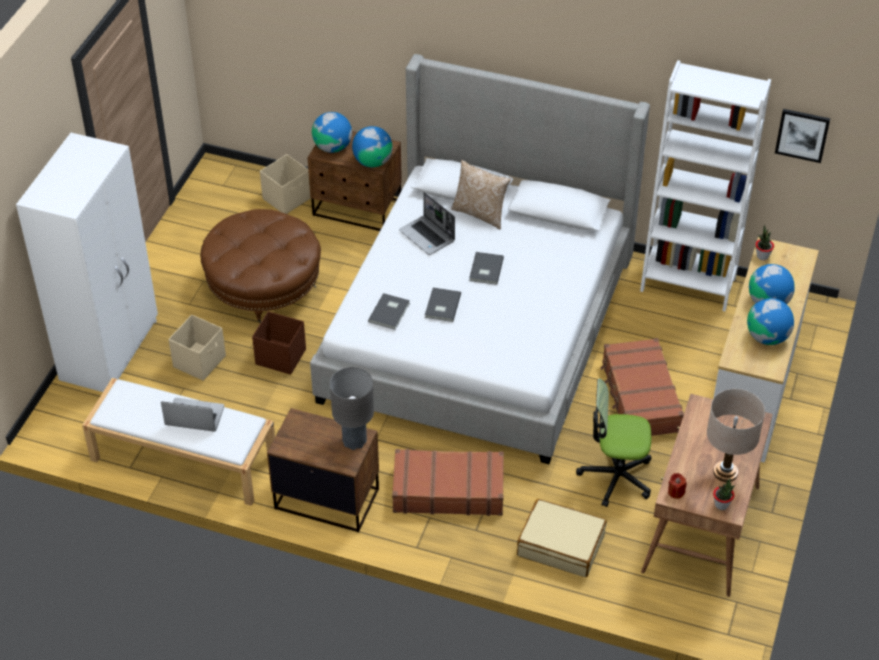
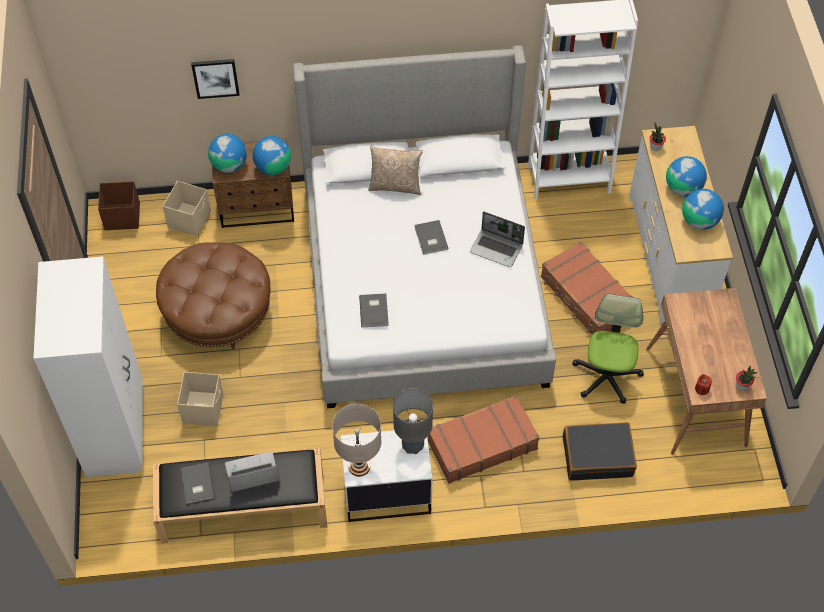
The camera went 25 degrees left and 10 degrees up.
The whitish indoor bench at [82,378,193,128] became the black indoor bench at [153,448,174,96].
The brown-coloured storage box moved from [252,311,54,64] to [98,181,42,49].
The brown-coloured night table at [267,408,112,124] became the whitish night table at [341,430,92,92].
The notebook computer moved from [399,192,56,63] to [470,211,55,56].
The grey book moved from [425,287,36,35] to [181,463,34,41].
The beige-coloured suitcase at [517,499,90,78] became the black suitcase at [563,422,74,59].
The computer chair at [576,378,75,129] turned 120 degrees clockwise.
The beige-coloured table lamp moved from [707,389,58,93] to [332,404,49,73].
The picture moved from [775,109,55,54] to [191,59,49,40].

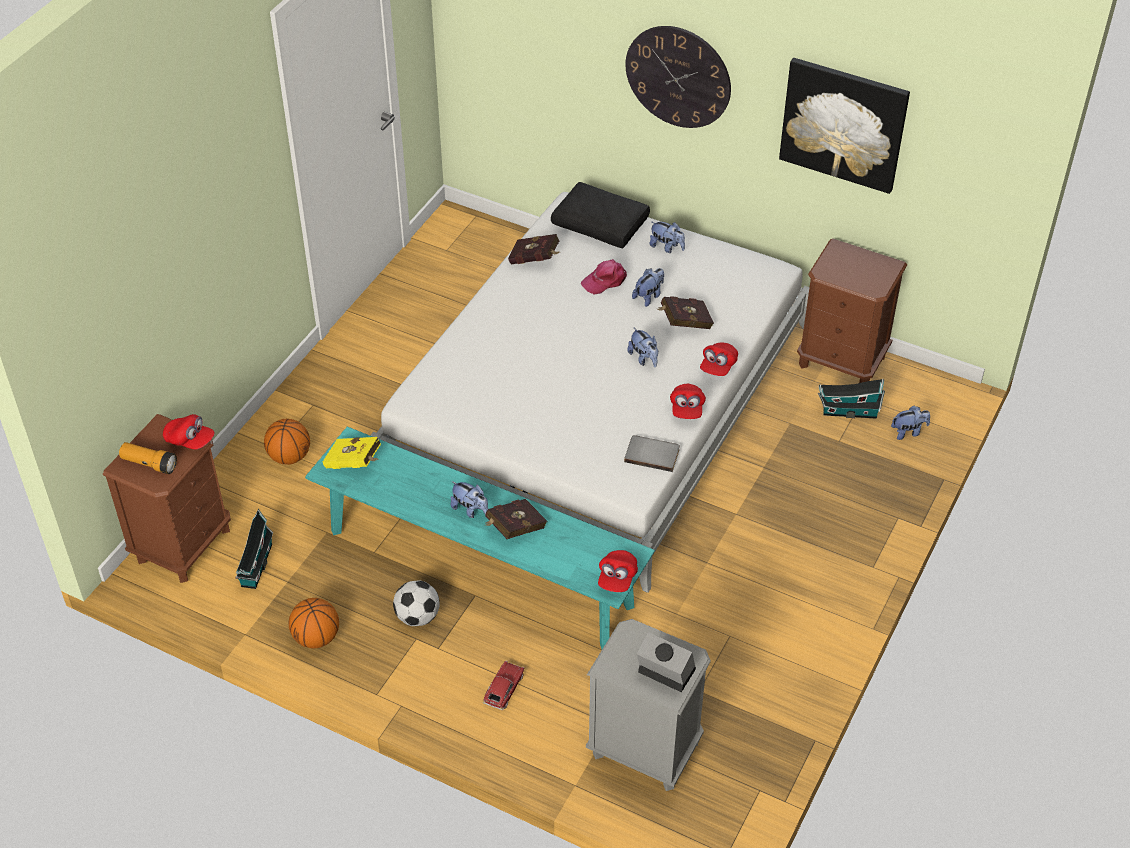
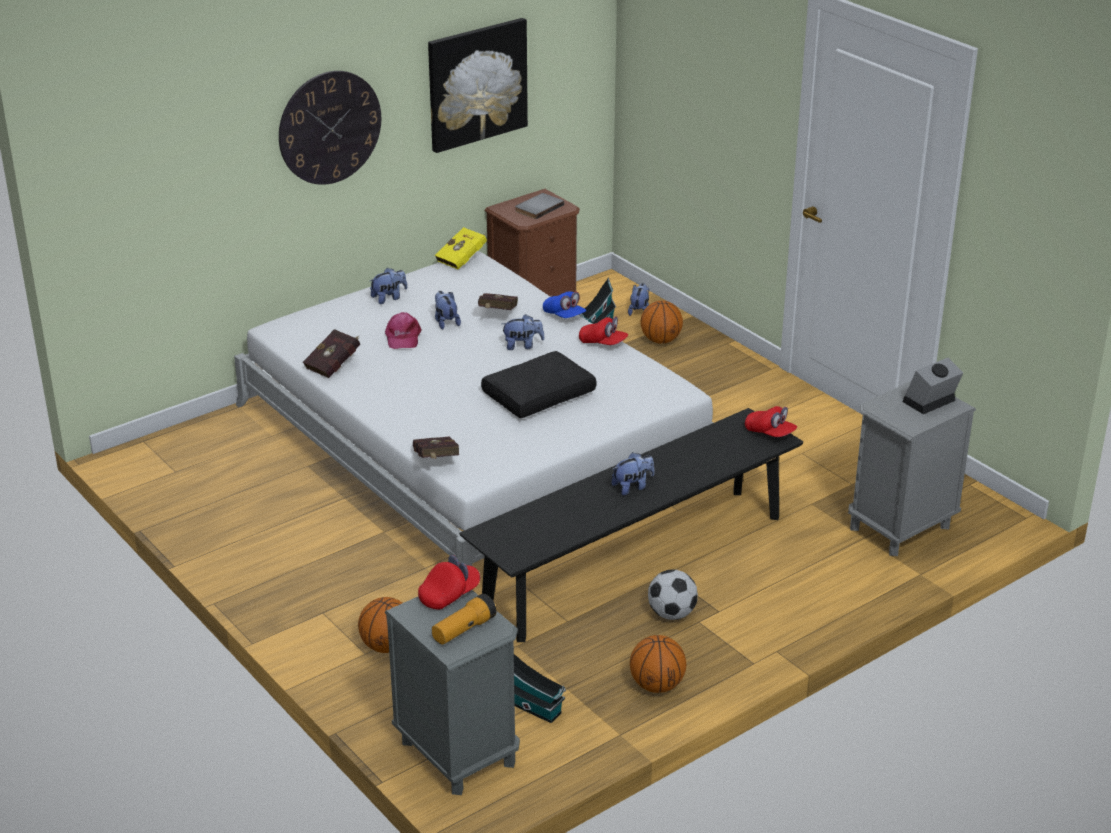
The camera went 65 degrees left and 15 degrees down.
The brown-coloured night table at [103,414,128,169] became the grey night table at [385,590,135,205].
The turquoise indoor bench at [305,427,350,222] became the black indoor bench at [459,408,344,234].
The yellow-coloured book moved from [323,437,58,32] to [435,227,52,42].
The model car at [483,661,41,49] disappeared.
The red book moved from [485,499,62,40] to [413,436,46,23].
The black throw pillow moved from [551,182,99,66] to [481,351,115,67].
The grey book moved from [624,435,56,37] to [515,193,49,26].
The red peaked cap at [700,343,38,33] became the bluish peaked cap at [543,291,43,27].
The ball for basketball at [641,301,42,43] appeared.

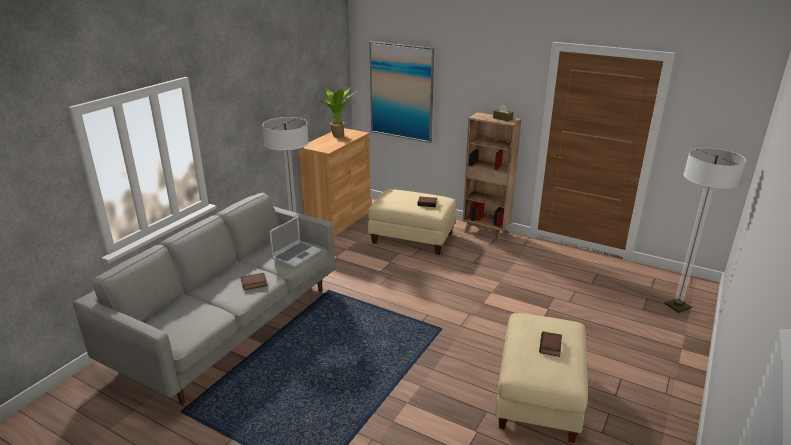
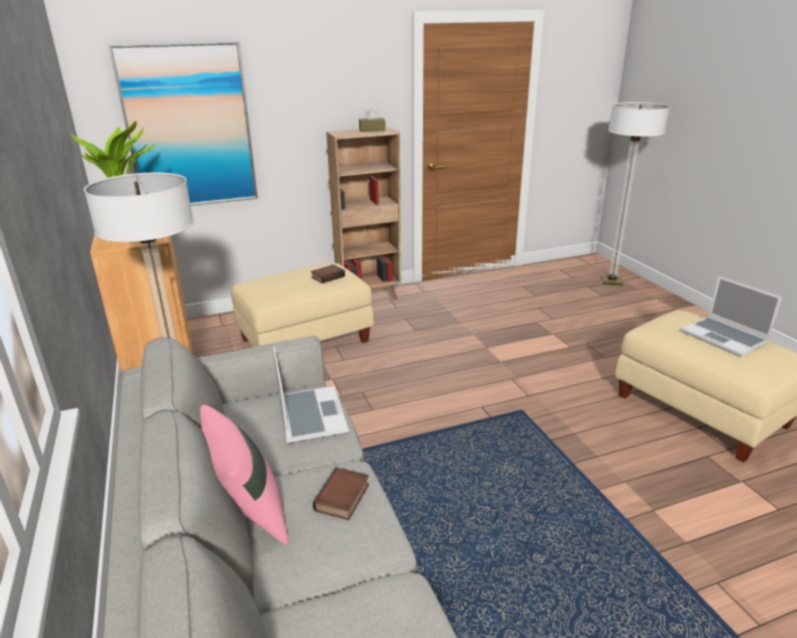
The camera went 50 degrees left and 0 degrees up.
The book at [539,331,23,26] was replaced by the notebook computer at [682,276,100,81].
The pinkish throw pillow at [200,405,88,140] appeared.

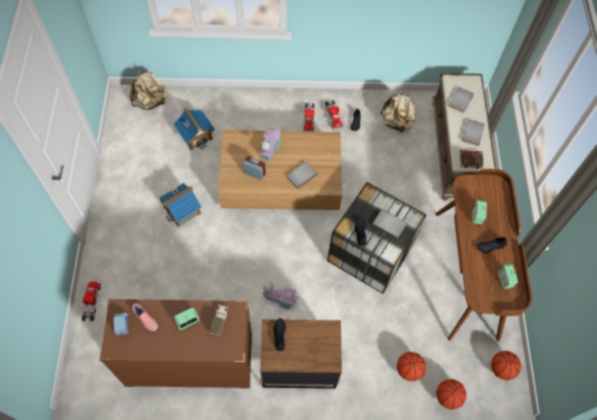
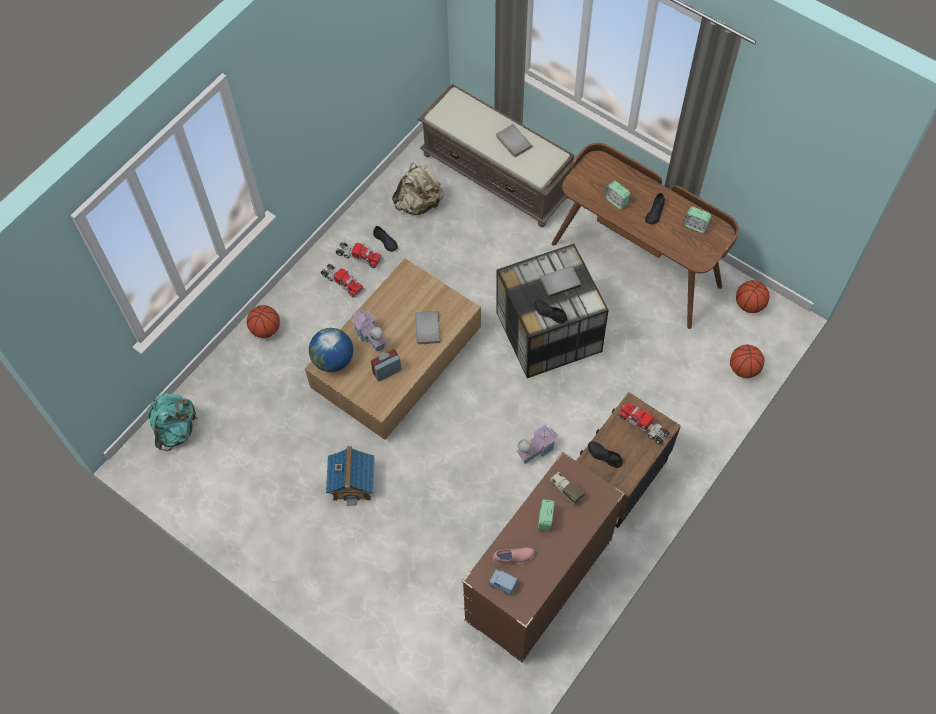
The camera went 50 degrees left and 0 degrees up.
The toy truck moved from [82,281,19,41] to [618,402,53,43].
The beige-coloured knapsack at [129,69,39,41] became the turquoise knapsack at [147,393,51,58].
The model house at [174,107,41,43] disappeared.
The ball for basketball moved from [397,352,29,29] to [247,305,33,33].
The grey book at [448,87,26,26] disappeared.
The brown-coloured book at [460,150,24,19] disappeared.
The world globe at [309,328,44,44] appeared.

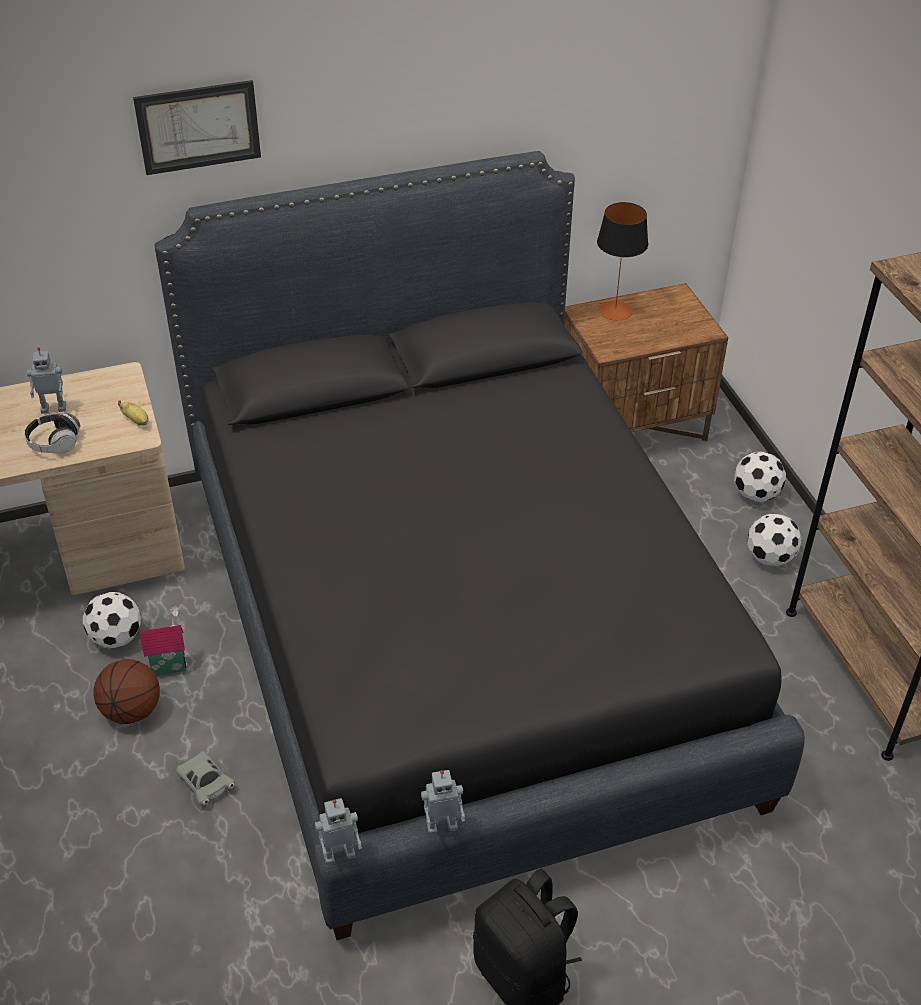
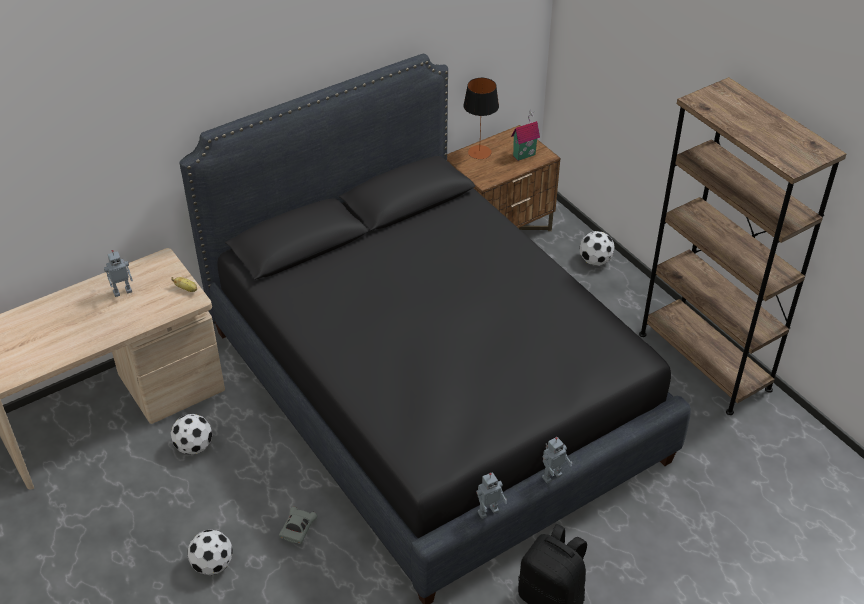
The camera went 15 degrees left and 0 degrees up.
The headphones at [24,413,56,40] disappeared.
The ball for basketball at [93,659,67,65] disappeared.
The picture at [133,80,128,95] disappeared.
The model house moved from [140,604,48,72] to [511,110,29,51].
The grey model car at [176,751,59,55] turned 105 degrees counterclockwise.
The toy robot moved from [315,798,47,67] to [542,437,30,47].
The football moved from [747,514,55,52] to [187,530,46,45].

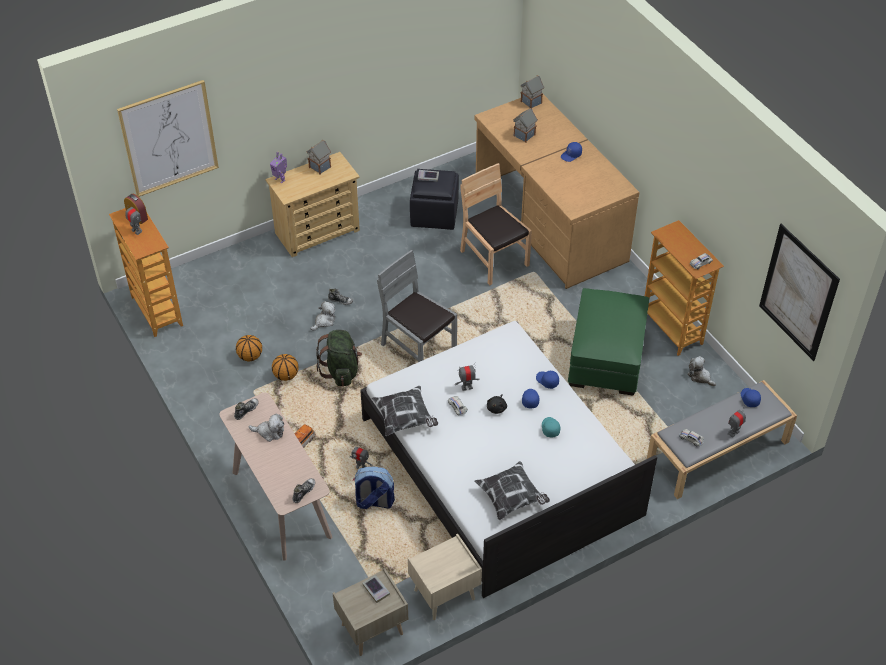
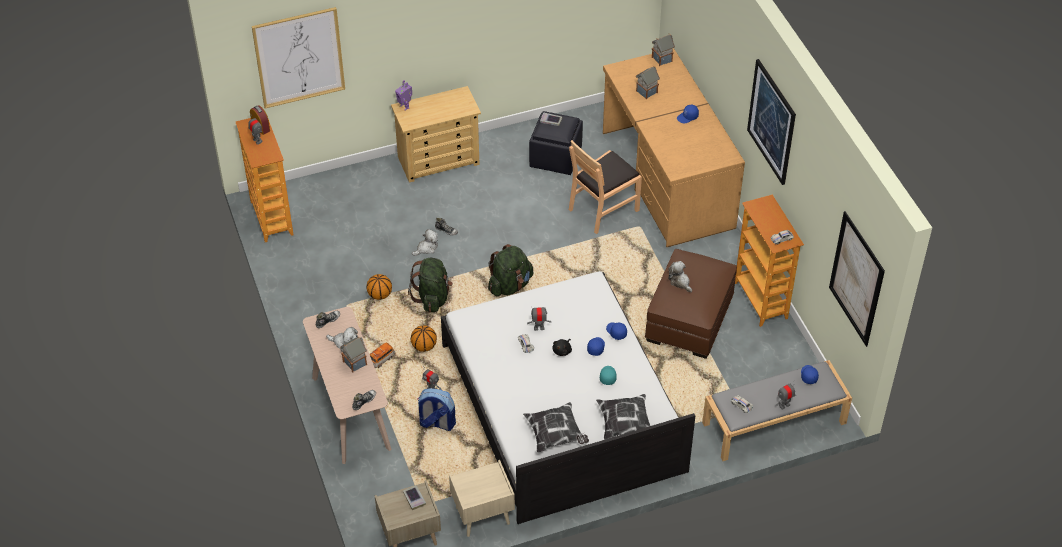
The camera went 10 degrees right and 0 degrees up.
The ball for basketball moved from [236,335,26,26] to [411,325,26,27].
The model house moved from [307,140,24,35] to [340,337,27,36].
The throw pillow moved from [372,386,66,50] to [596,394,54,45].
The grey plain chair at [377,250,80,112] was replaced by the green-coloured knapsack at [488,244,45,52].
The brown-coloured plain chair at [460,163,72,122] turned 105 degrees counterclockwise.
The green-coloured ottoman at [568,288,81,108] became the brown-coloured ottoman at [645,249,92,110].
The soft toy moved from [688,356,28,30] to [668,261,24,31].
The picture at [747,59,49,126] appeared.

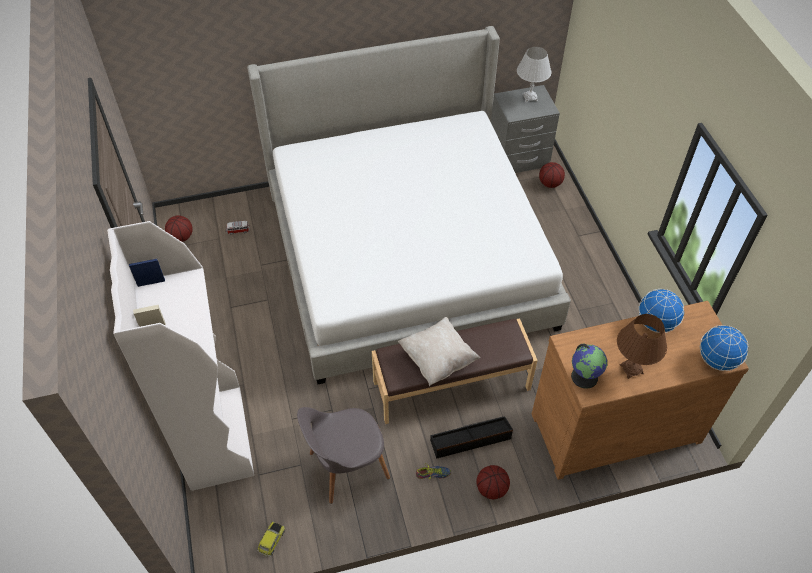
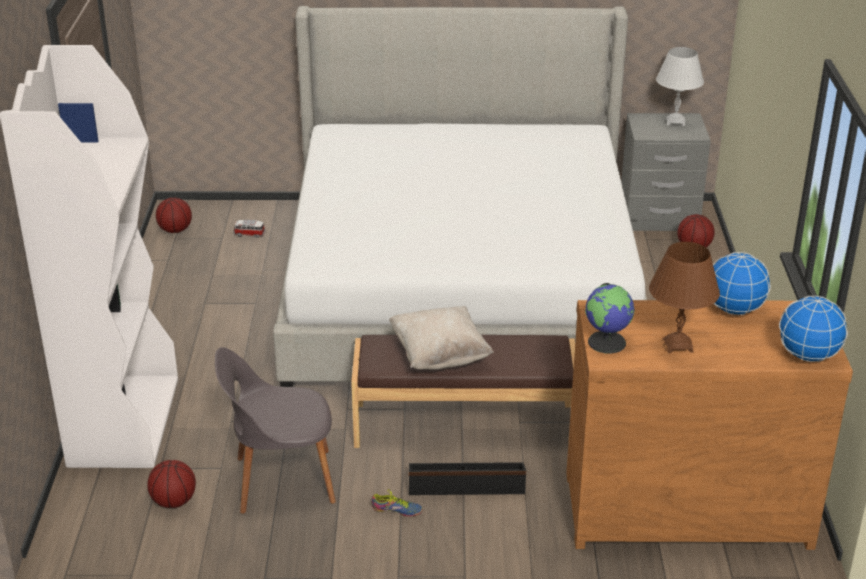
The camera went 15 degrees right and 20 degrees down.
The model car at [257,521,28,35] disappeared.
The ball for basketball moved from [476,465,34,34] to [147,460,49,48].

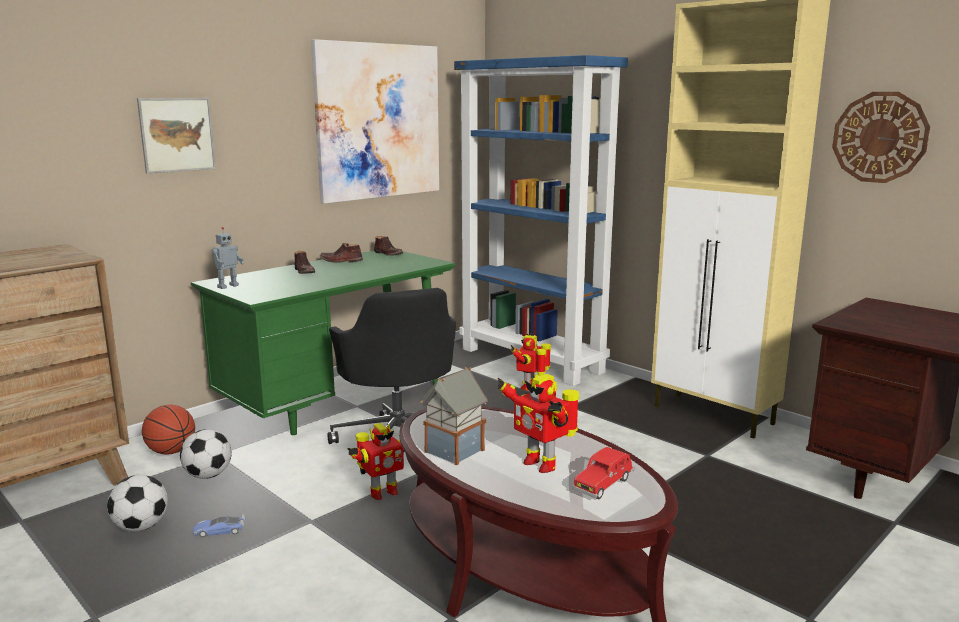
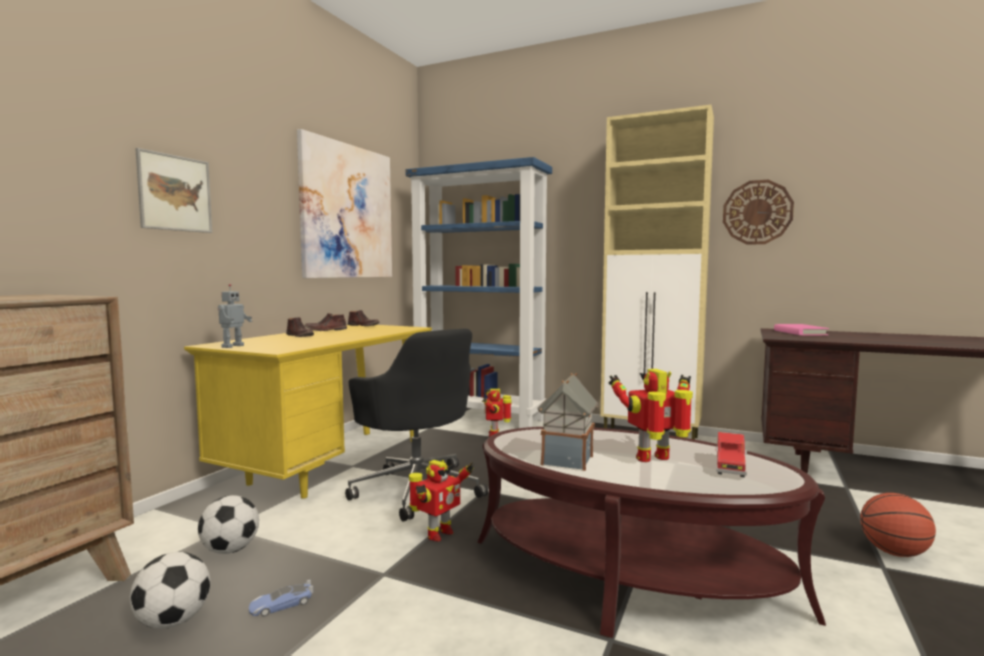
The camera went 20 degrees left and 10 degrees down.
The ball for basketball moved from [142,405,53,50] to [860,493,76,64].
The green-coloured desk unit at [191,251,264,184] became the yellow-coloured desk unit at [184,325,248,174].
The toy robot at [498,374,81,99] turned 135 degrees clockwise.
The pinkish book at [774,324,55,11] appeared.

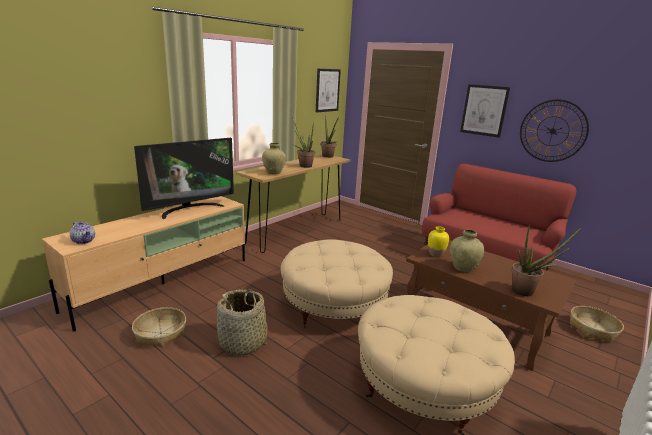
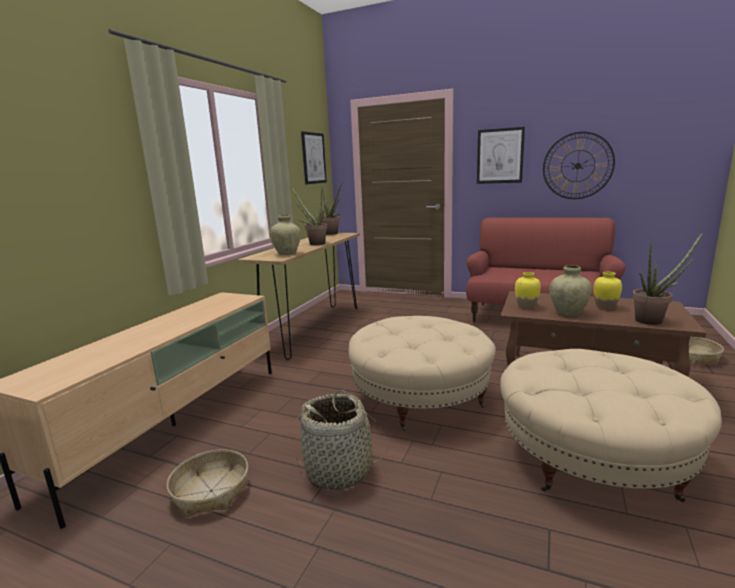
The camera went 15 degrees left and 5 degrees down.
The tea pot at [70,221,25,23] disappeared.
The TV at [134,138,100,81] disappeared.
The yellow-coloured vase at [593,272,29,38] appeared.

